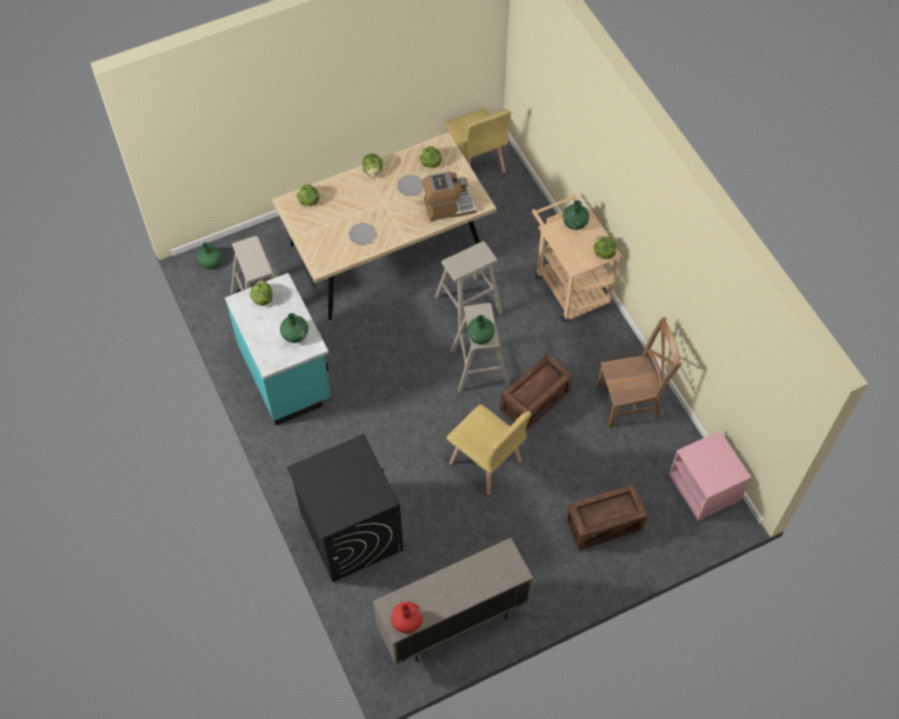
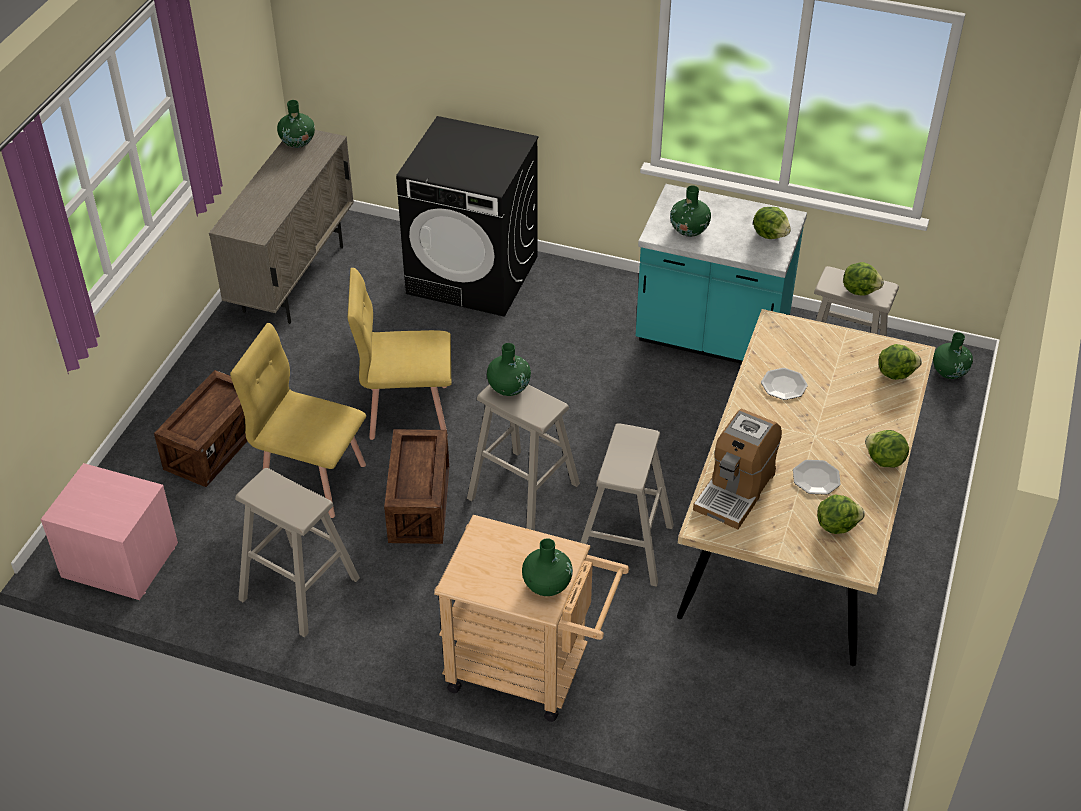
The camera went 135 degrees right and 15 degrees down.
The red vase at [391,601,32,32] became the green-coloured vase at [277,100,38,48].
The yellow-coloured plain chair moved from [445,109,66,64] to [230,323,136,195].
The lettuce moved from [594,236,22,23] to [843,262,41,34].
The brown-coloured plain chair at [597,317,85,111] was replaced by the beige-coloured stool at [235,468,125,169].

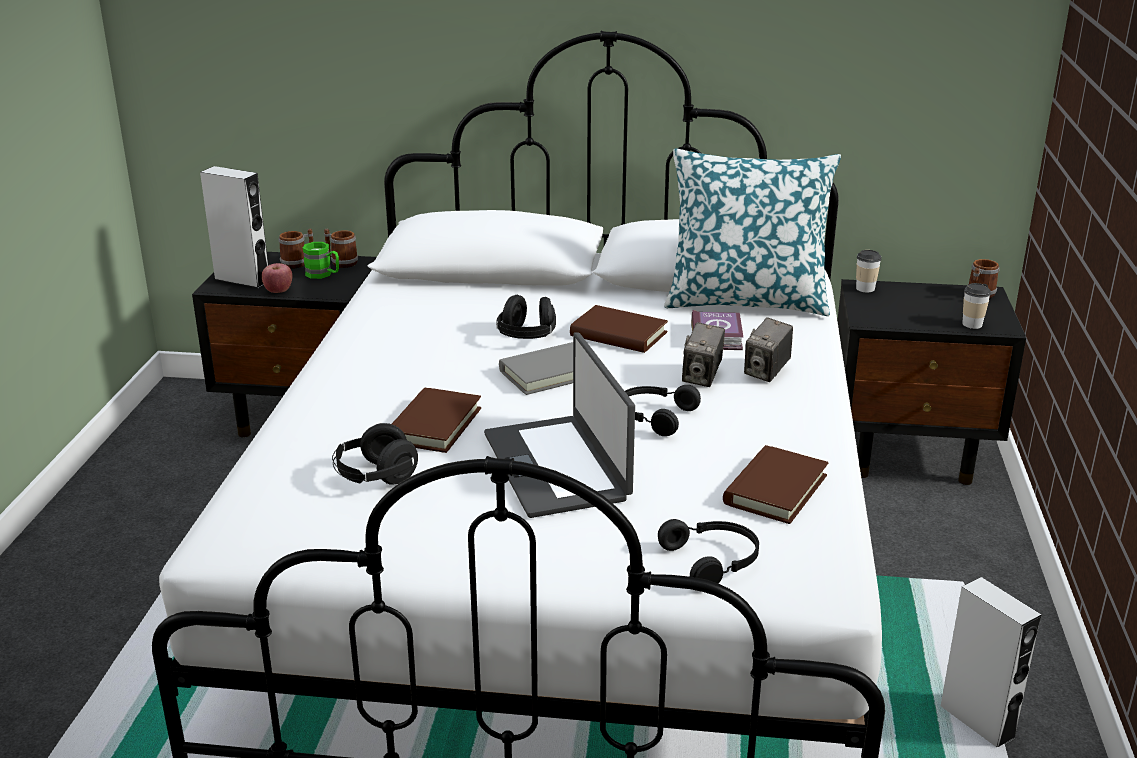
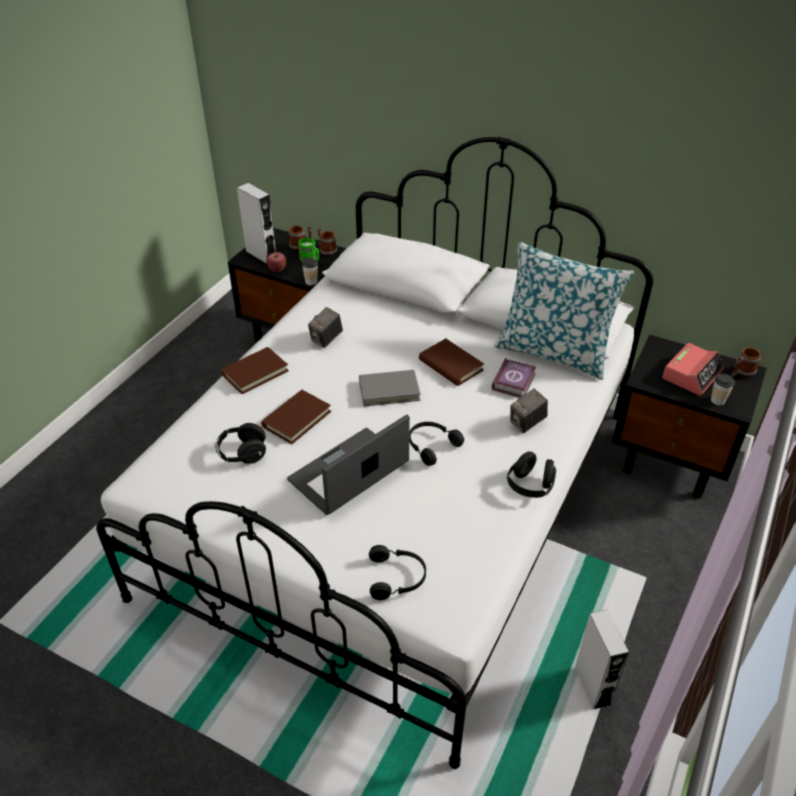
The camera went 20 degrees right and 15 degrees up.
The notebook computer at [484,332,151,186] turned 45 degrees clockwise.
The black headphones moved from [496,295,60,44] to [507,452,49,46].
The still camera moved from [682,322,43,65] to [308,307,35,41].
The brown-coloured book moved from [723,445,105,79] to [221,347,68,47].
The cup moved from [856,250,25,42] to [302,258,16,27].
The bedside clock at [662,343,61,53] appeared.

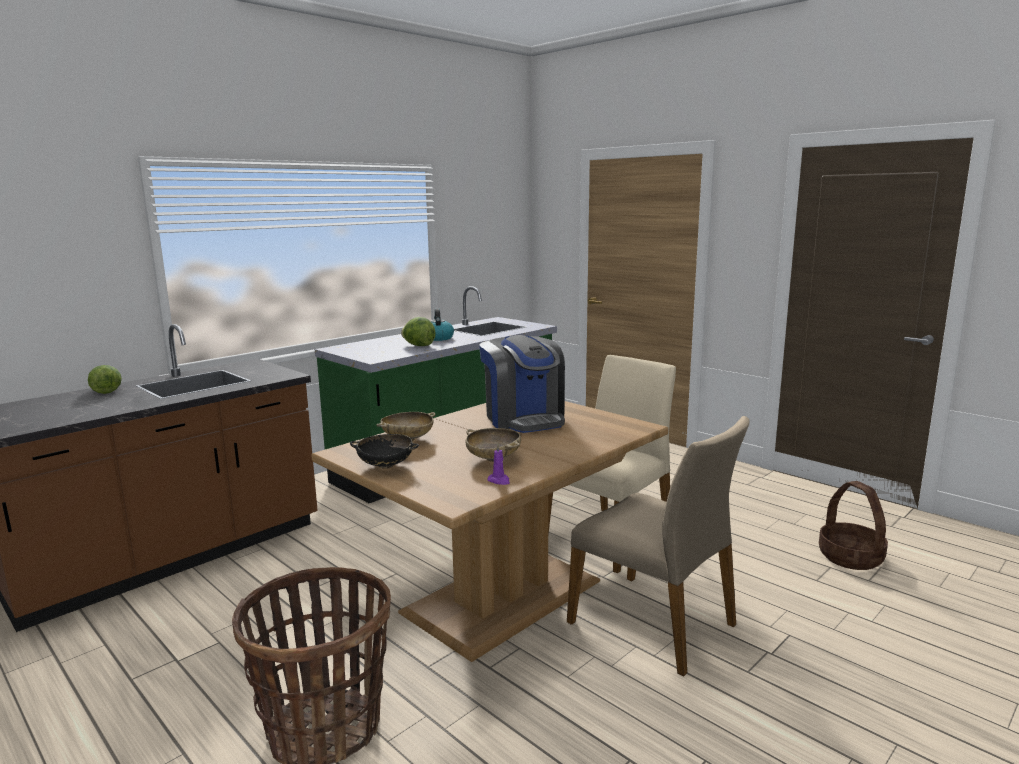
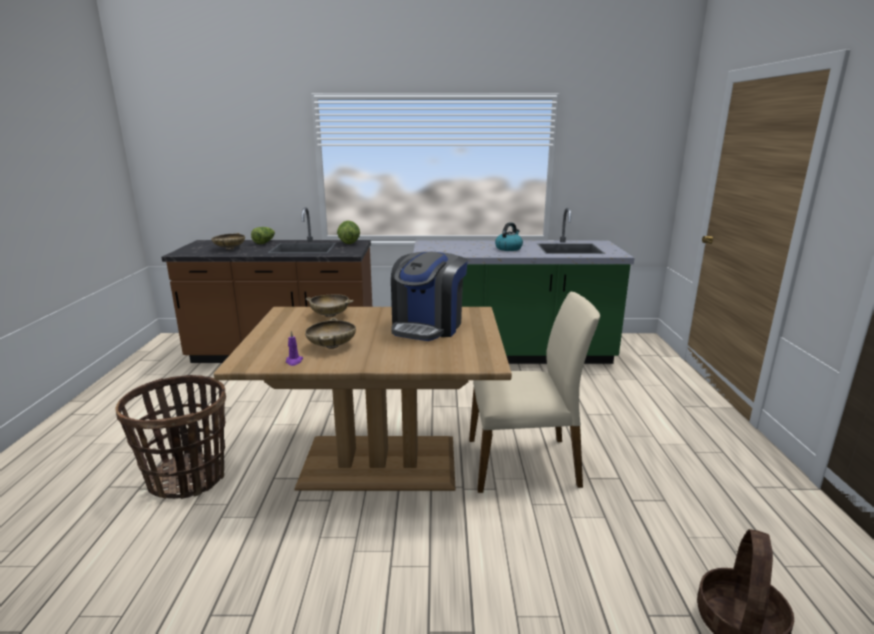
The camera went 45 degrees right and 5 degrees up.
The black bowl at [350,434,69,35] disappeared.
The lettuce moved from [401,317,34,29] to [337,221,23,23].
The beige-coloured plain chair at [567,416,183,260] disappeared.
The beige-coloured bowl at [211,233,34,17] appeared.

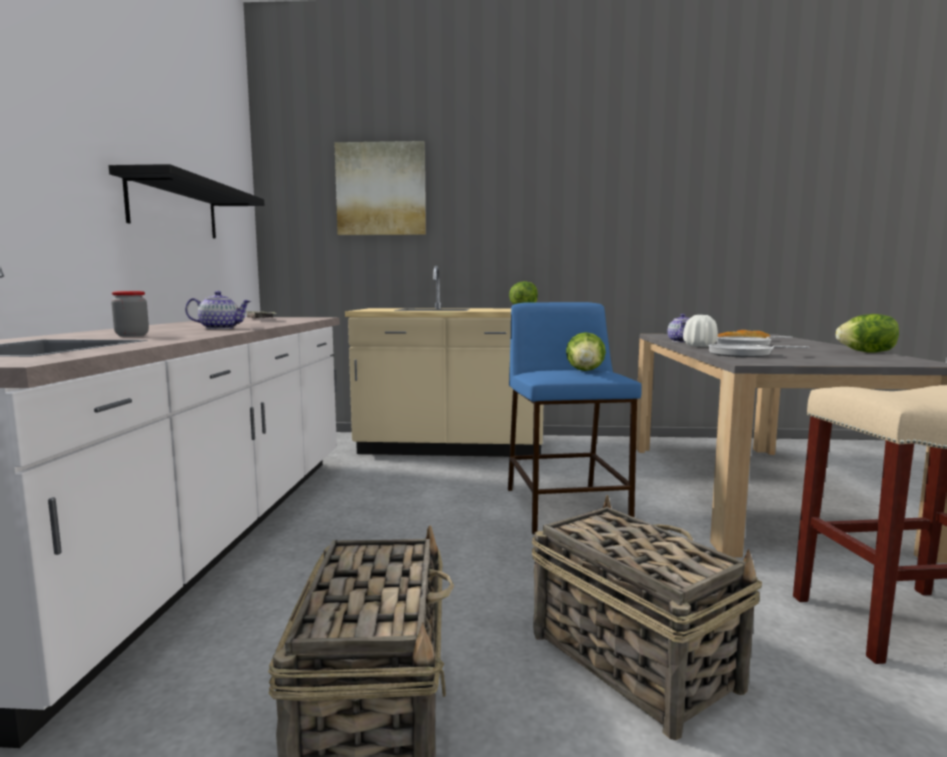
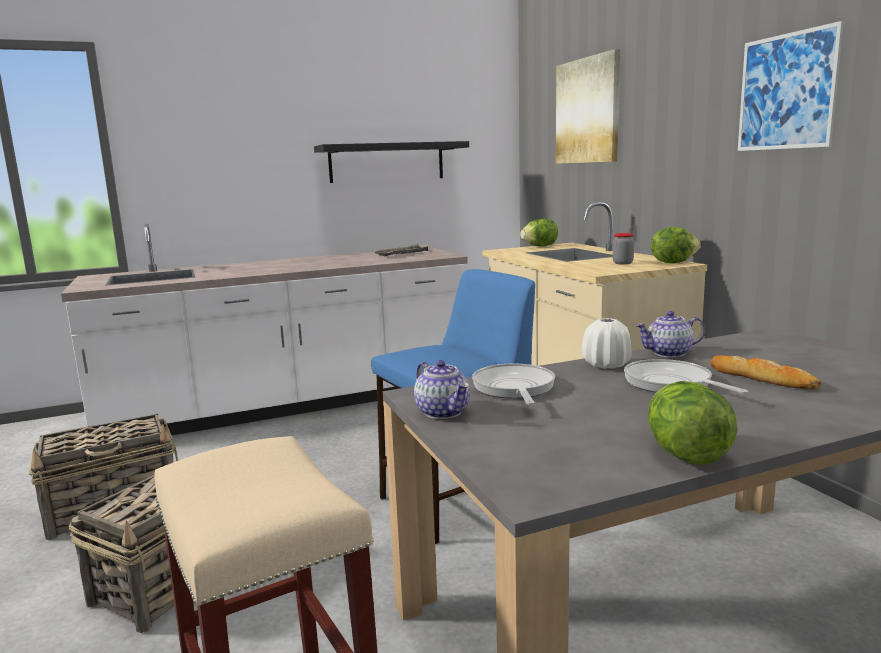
The camera went 65 degrees right and 5 degrees up.
The storage jar moved from [111,291,38,46] to [613,233,21,32].
The tea pot moved from [185,291,66,38] to [414,360,56,59].
The lettuce moved from [566,332,40,39] to [520,219,38,27].
The picture at [738,21,106,130] appeared.

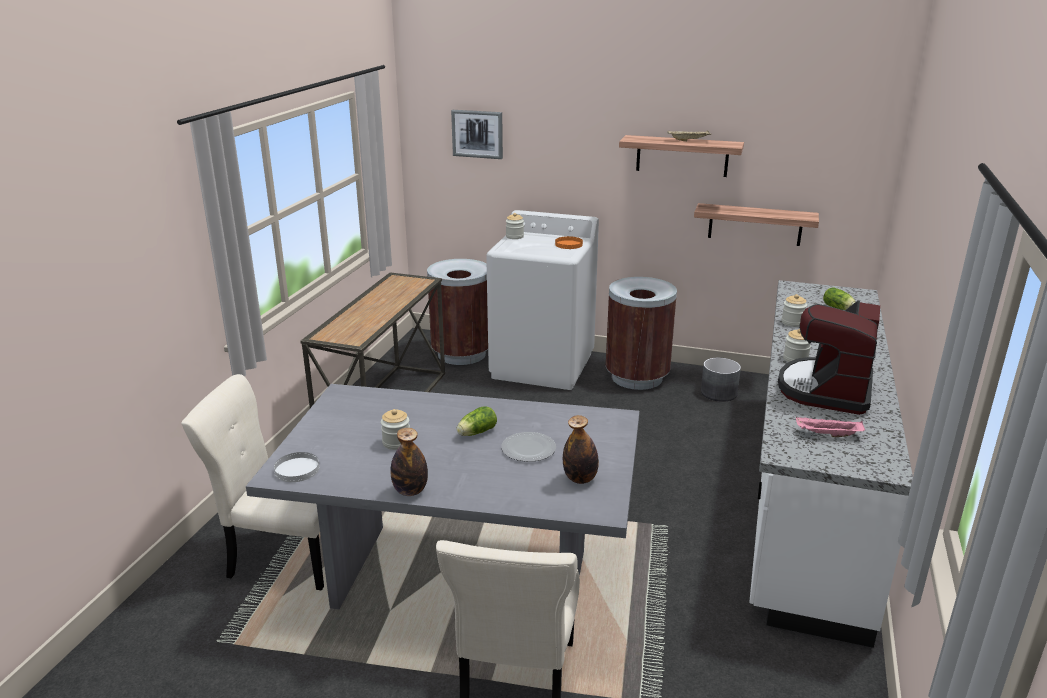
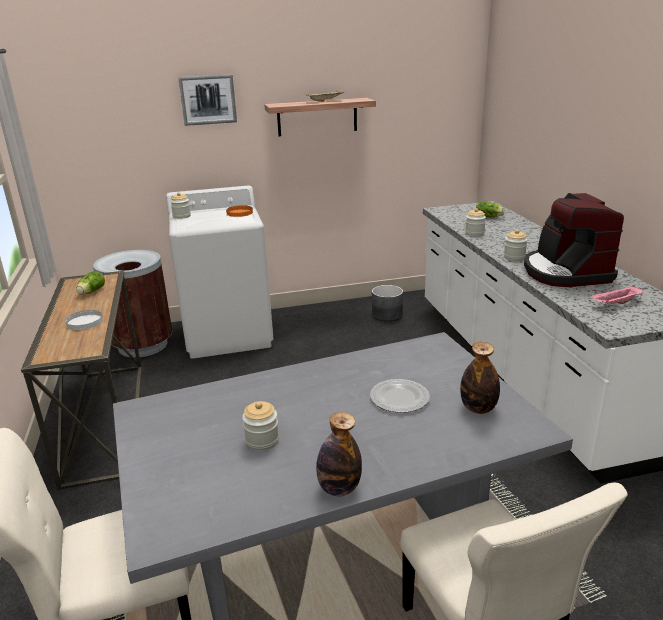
The camera went 30 degrees left and 0 degrees up.
The whitish plate moved from [274,452,46,30] to [66,310,37,20].
The picture moved from [451,110,52,49] to [178,74,59,52].
The lettuce moved from [456,406,41,30] to [76,271,29,24].
The brown-coloured trash can at [605,277,72,113] disappeared.
The bracket shelf at [694,203,125,43] disappeared.

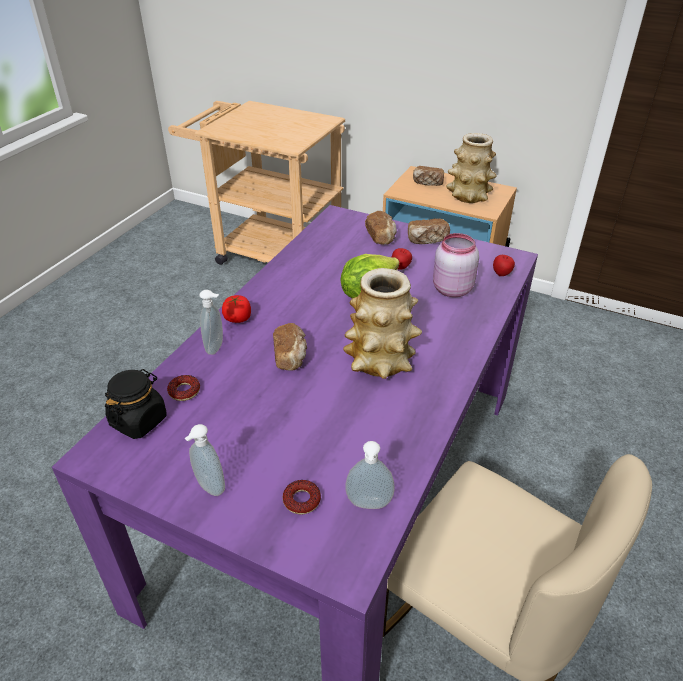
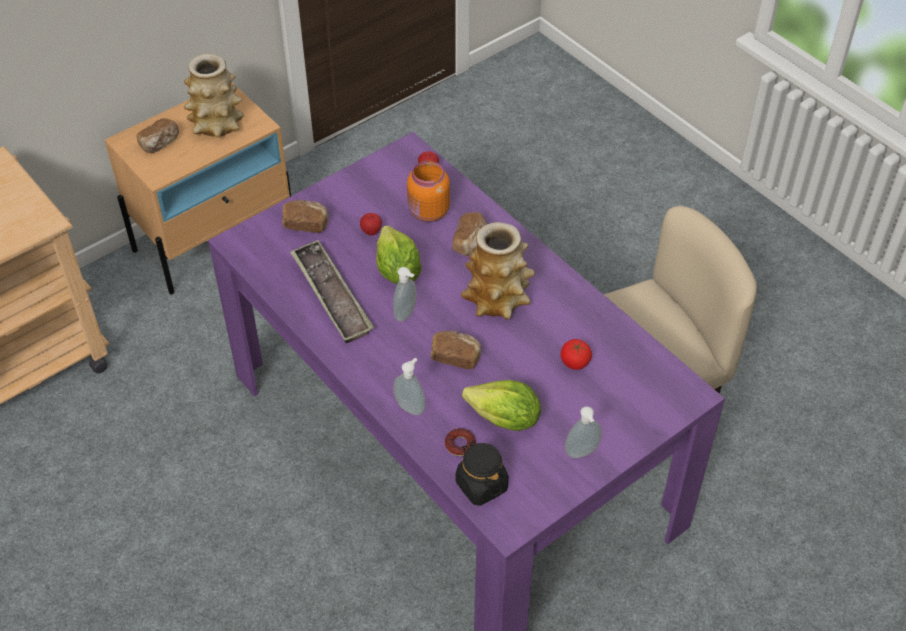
The camera went 65 degrees left and 10 degrees up.
The whole tomato moved from [222,295,29,28] to [560,339,32,31].
The doughnut at [283,480,38,34] disappeared.
The soap bottle moved from [345,441,50,68] to [393,267,23,55].
The baked bread moved from [408,218,42,26] to [452,212,35,44].
The pinkish storage jar at [433,233,46,64] became the orange-coloured storage jar at [407,161,43,61].
The carrying tray at [290,240,84,103] appeared.
The lettuce at [462,380,79,51] appeared.

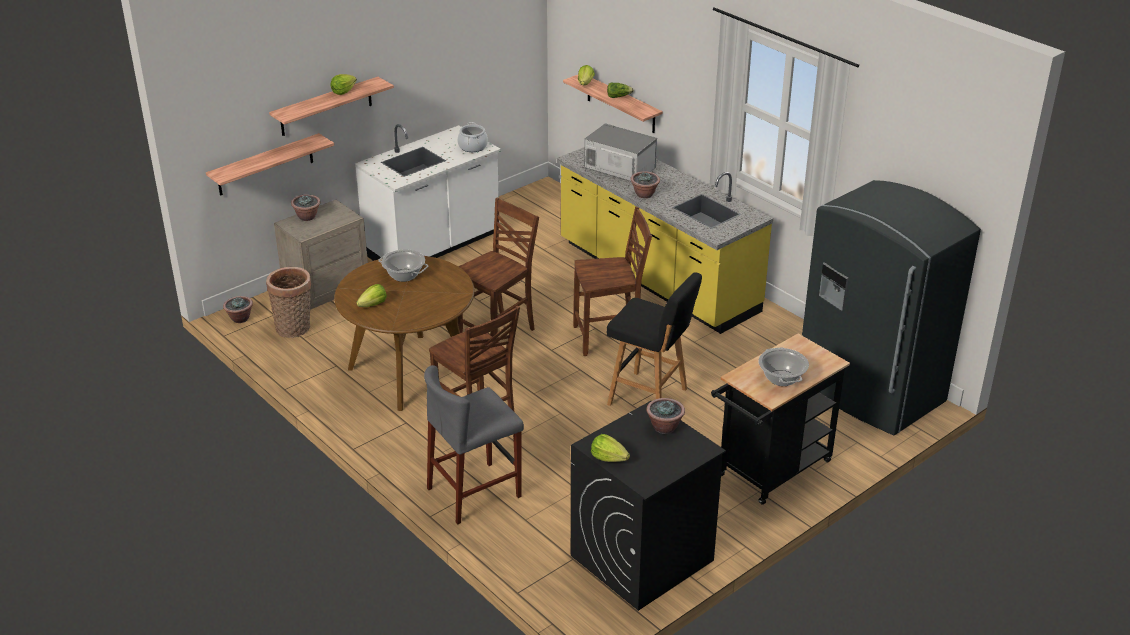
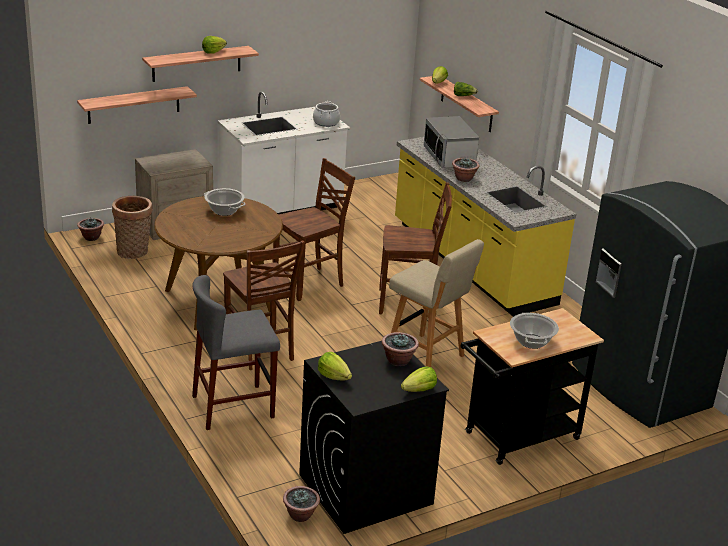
The camera went 10 degrees right and 5 degrees down.
The houseplant moved from [291,194,30,27] to [283,486,37,36].
The lettuce moved from [356,284,31,23] to [401,367,36,25].
The microwave oven at [584,123,73,58] turned 150 degrees counterclockwise.
The black stool at [607,272,95,134] became the beige-coloured stool at [389,239,95,128].

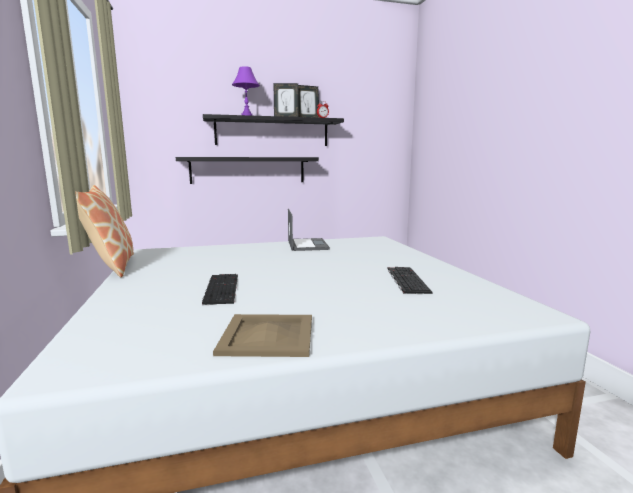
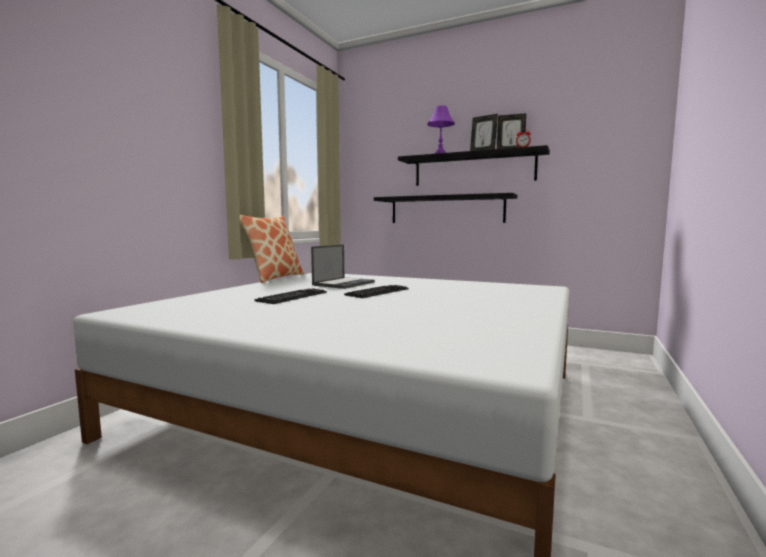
The camera went 40 degrees right and 5 degrees down.
The beige-coloured carrying tray at [213,314,99,43] disappeared.
The notebook computer moved from [288,209,42,42] to [311,245,64,44].
The PC keyboard moved from [388,267,45,27] to [344,285,65,13].

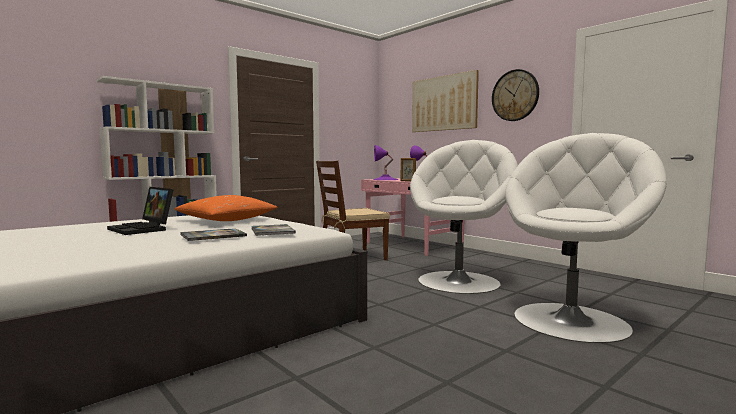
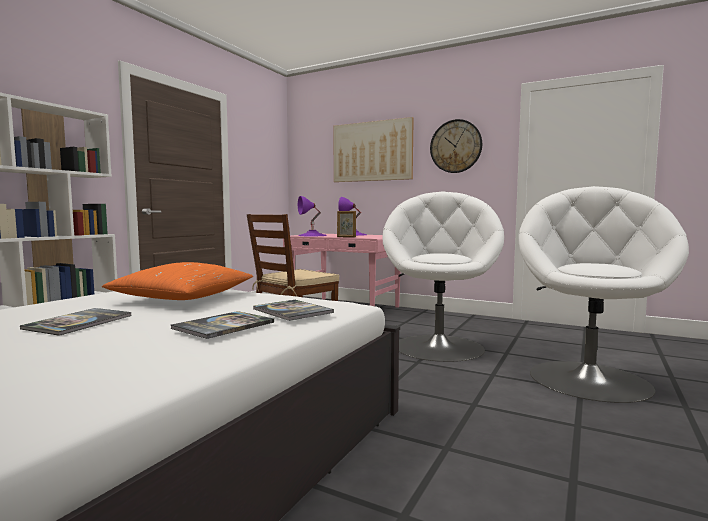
The camera went 20 degrees left and 0 degrees up.
The notebook computer at [107,187,66,48] was replaced by the book at [20,308,112,28].

